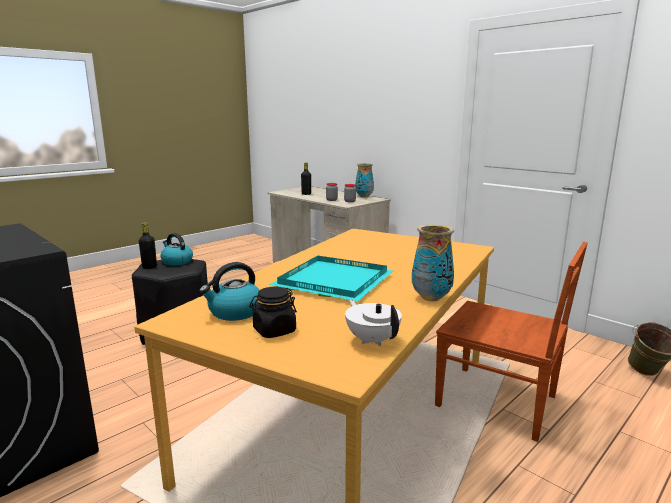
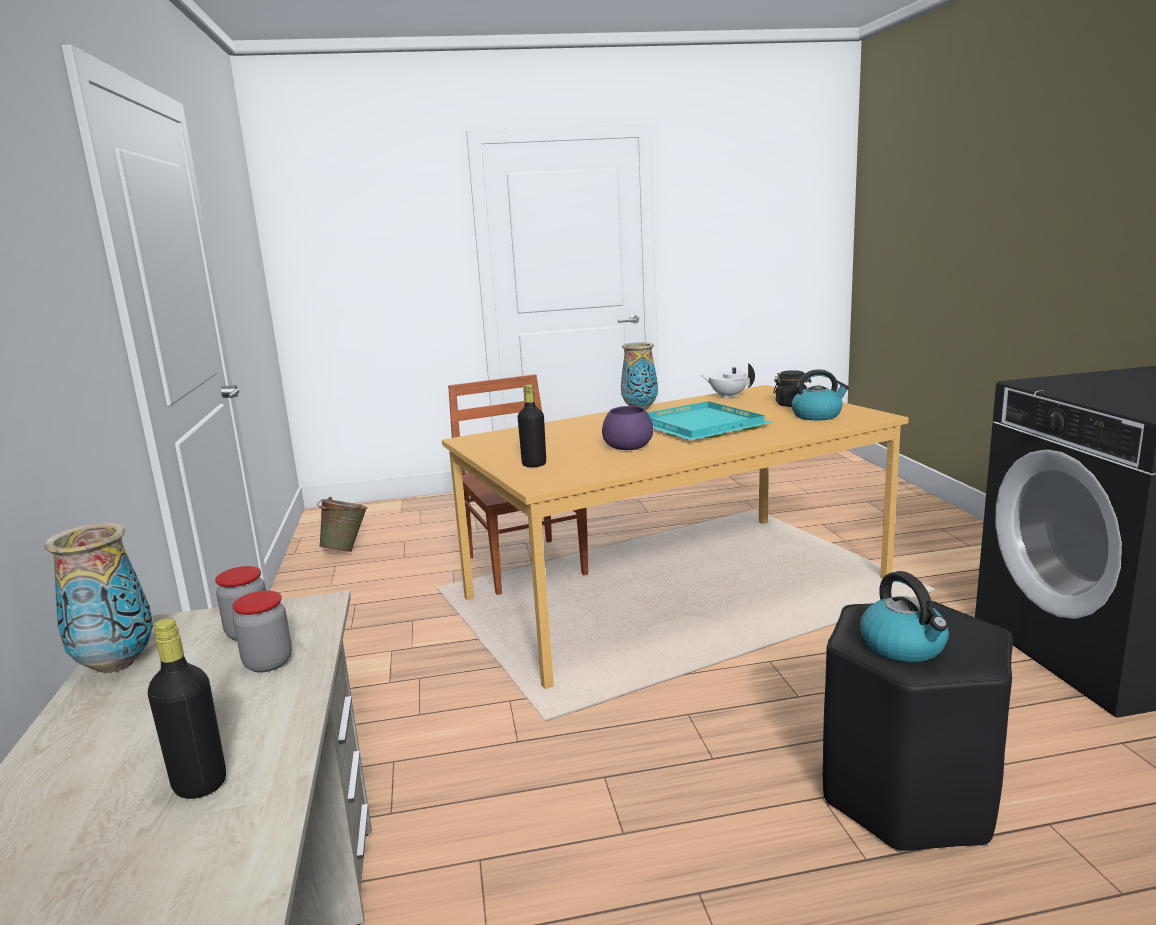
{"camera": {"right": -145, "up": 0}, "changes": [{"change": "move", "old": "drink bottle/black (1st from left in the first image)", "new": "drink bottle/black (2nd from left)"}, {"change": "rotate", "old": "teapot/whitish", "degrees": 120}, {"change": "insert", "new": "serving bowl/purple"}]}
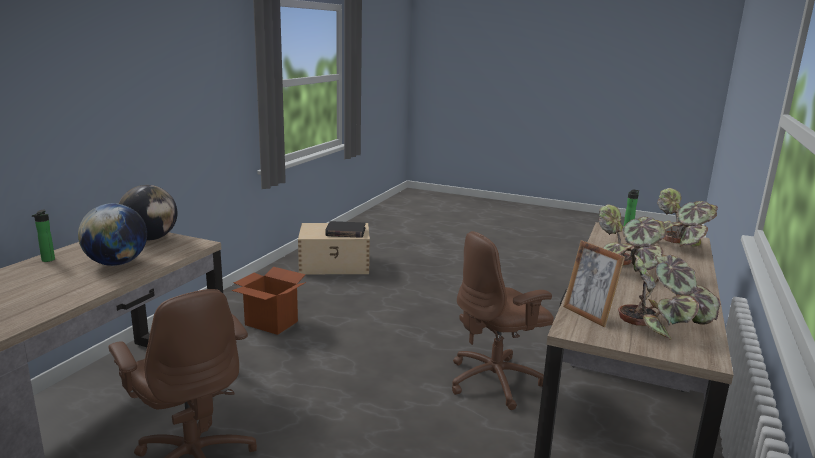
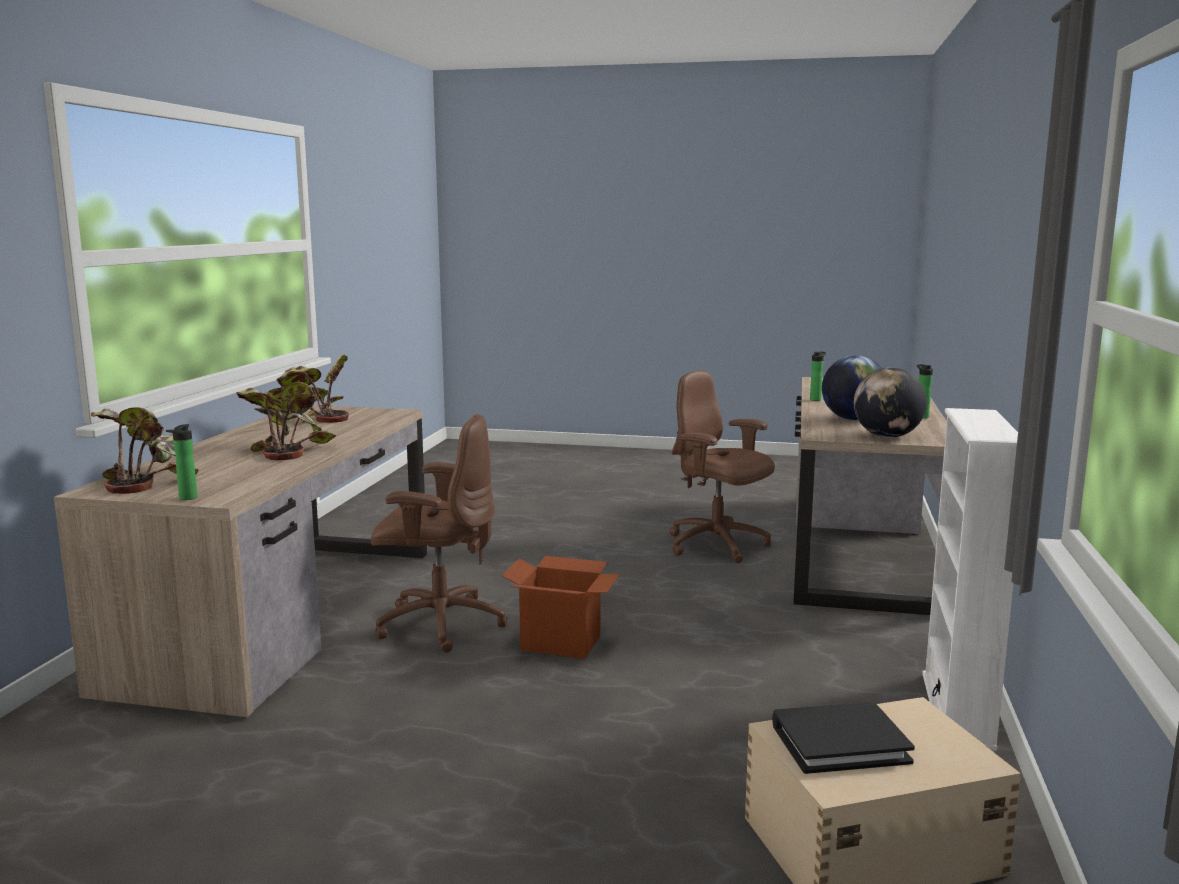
{"camera": {"right": 170, "up": -5}, "changes": [{"change": "move", "old": "packing box"}, {"change": "rotate", "old": "office chair/brownish (2nd from left in the first image)", "degrees": 45}, {"change": "delete", "old": "picture frame"}, {"change": "insert", "new": "drink bottle (2nd from left)"}, {"change": "insert", "new": "bookshelf/whitish"}]}
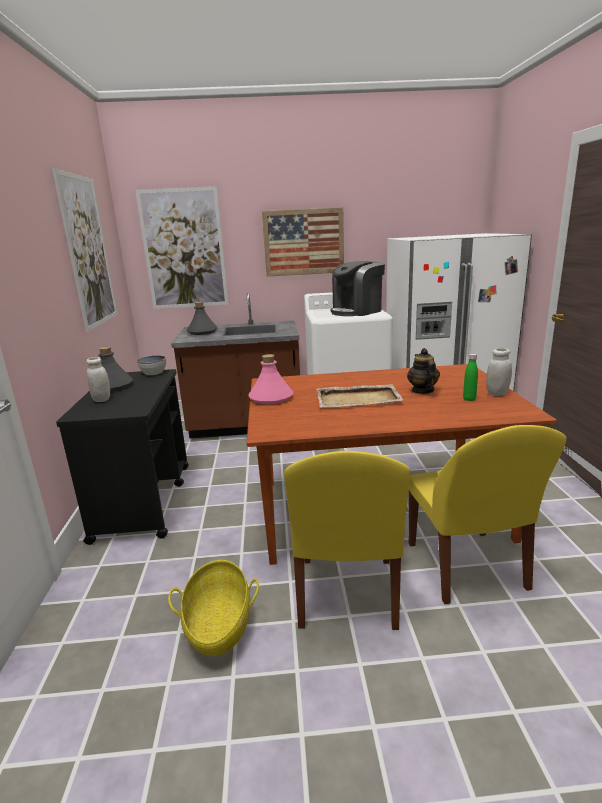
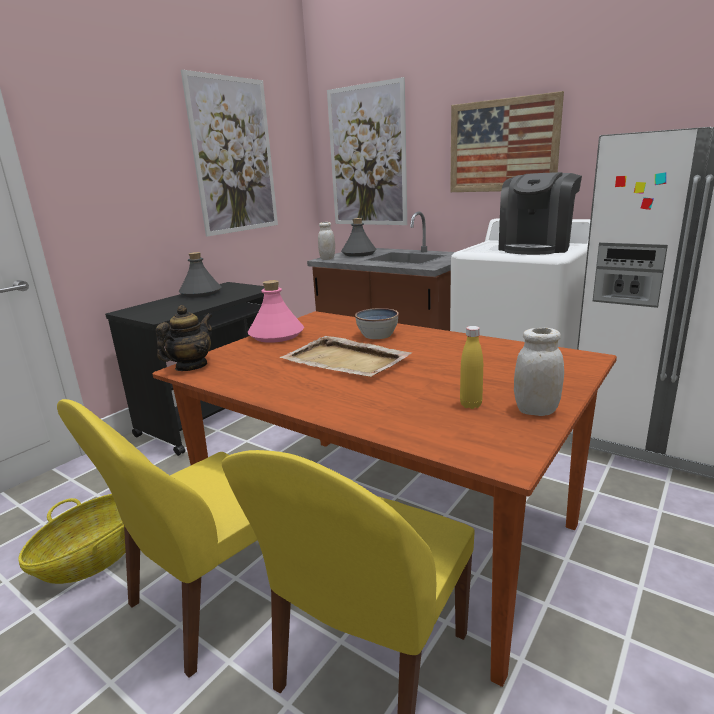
{"camera": {"right": 40, "up": 0}, "changes": [{"change": "move", "old": "preserve jar/whitish (1st from left)"}, {"change": "move", "old": "serving bowl"}, {"change": "rotate", "old": "coffee machine", "degrees": -60}, {"change": "move", "old": "teapot"}, {"change": "recolor", "old": "drink bottle/green-coloured", "new": "drink bottle/yellow"}]}
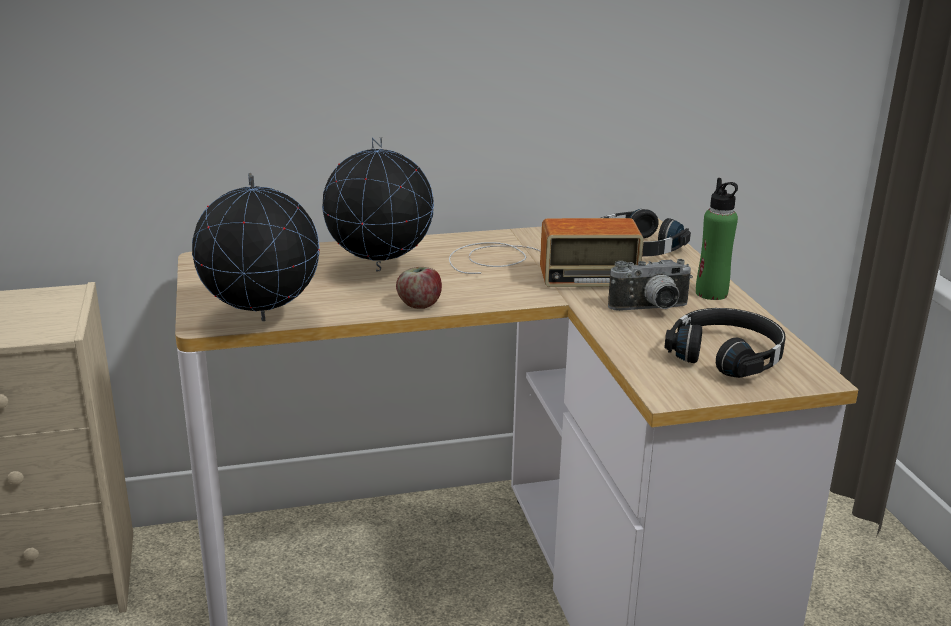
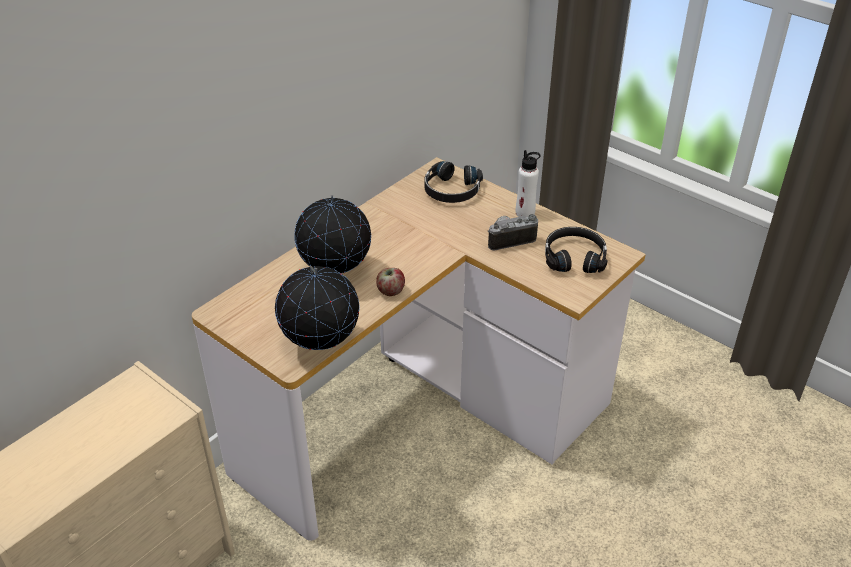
{"camera": {"right": -35, "up": 15}, "changes": [{"change": "delete", "old": "radio set"}, {"change": "rotate", "old": "still camera", "degrees": -150}, {"change": "recolor", "old": "drink bottle/green-coloured", "new": "drink bottle/whitish"}]}
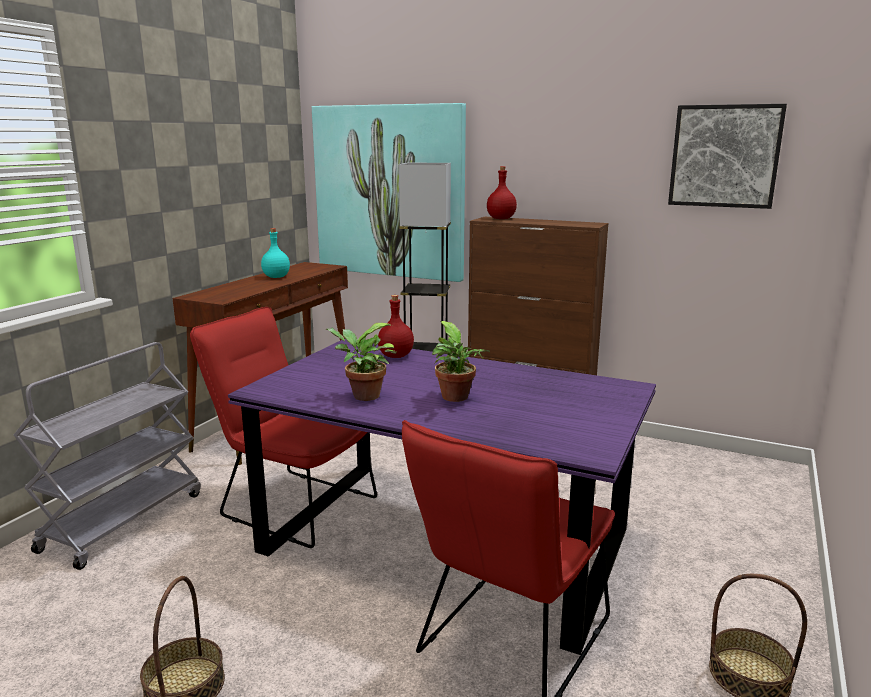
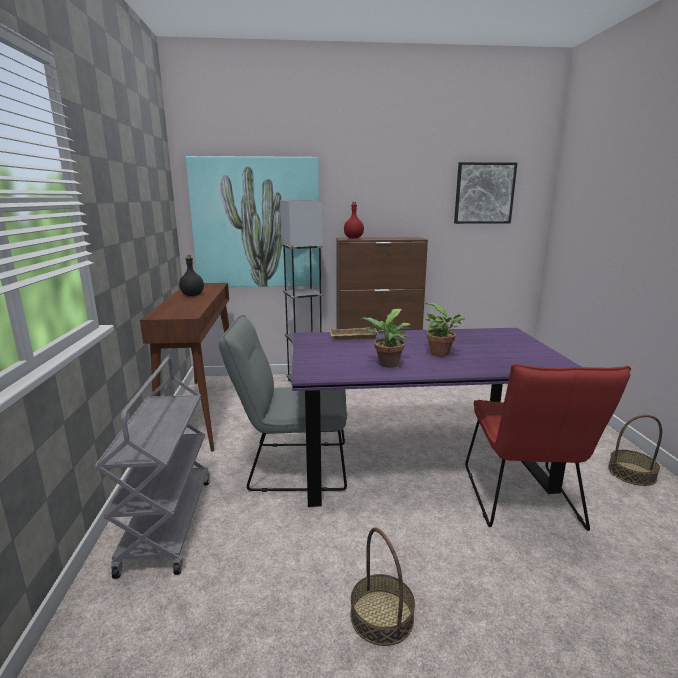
{"camera": {"right": -30, "up": 0}, "changes": [{"change": "recolor", "old": "chair/red-coloured (1st from left)", "new": "chair/gray"}, {"change": "recolor", "old": "drink bottle/turquoise-coloured", "new": "drink bottle/black"}, {"change": "replace", "old": "drink bottle/red-coloured (1st from left)", "new": "carrying tray/beige-coloured"}]}
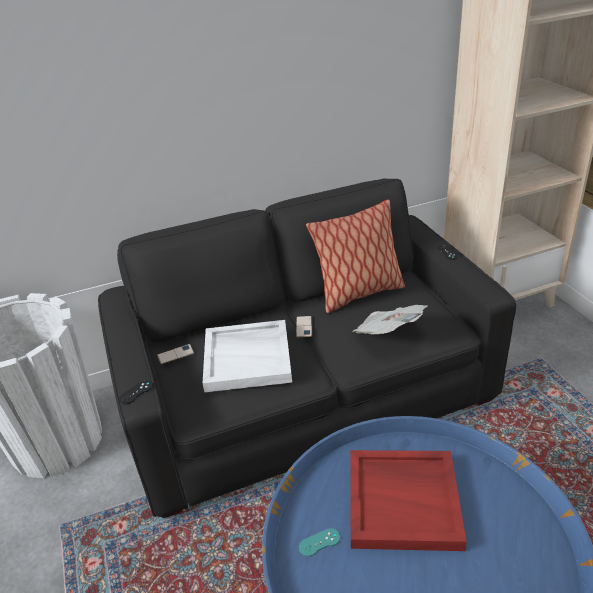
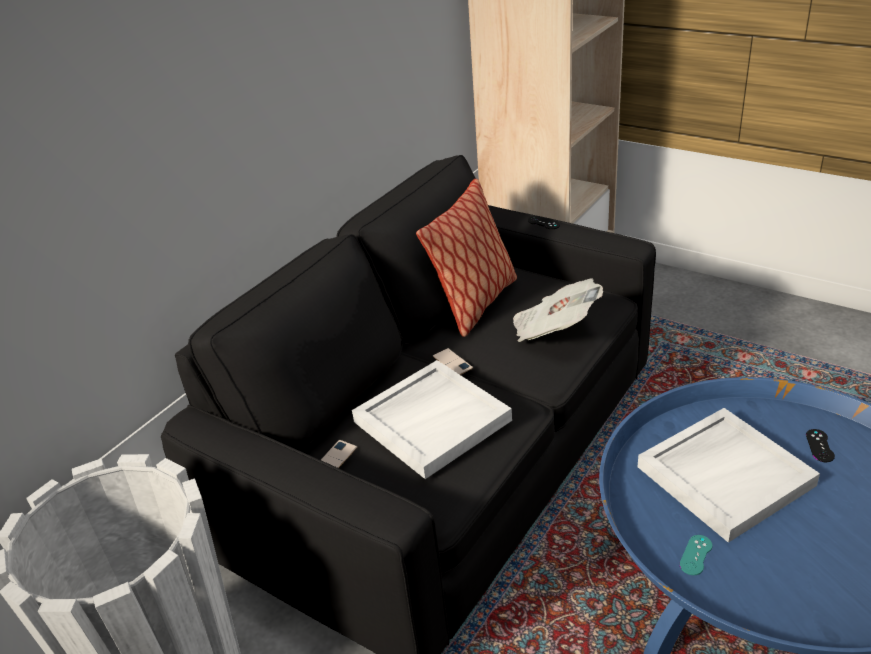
{"camera": {"right": -35, "up": 0}, "changes": [{"change": "move", "old": "game controller/black (1st from left in the first image)", "new": "game controller/black (2nd from left)"}, {"change": "recolor", "old": "carrying tray/red-coloured", "new": "carrying tray/whitish (2nd from left)"}]}
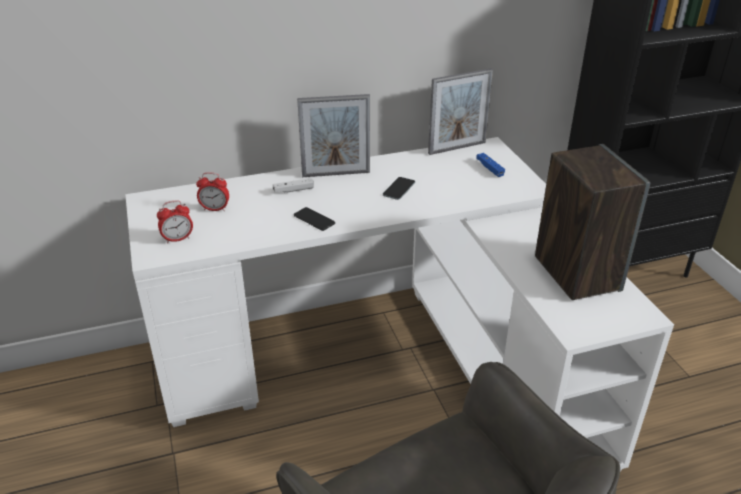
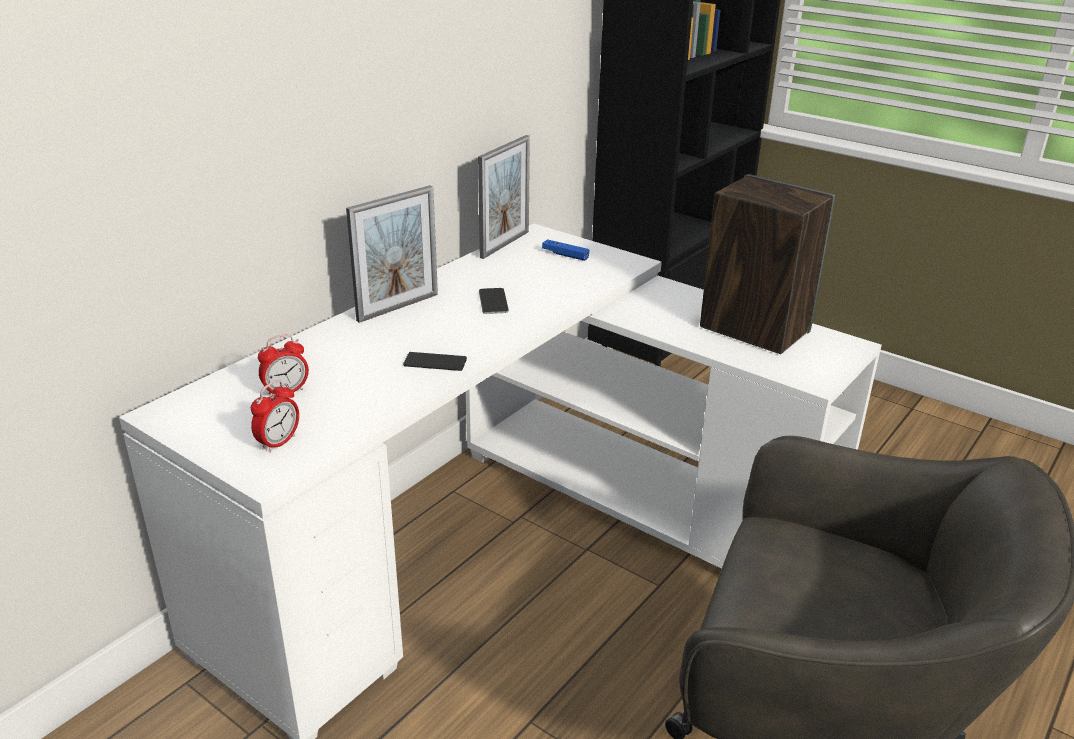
{"camera": {"right": -35, "up": -5}, "changes": [{"change": "delete", "old": "game controller/whitish"}]}
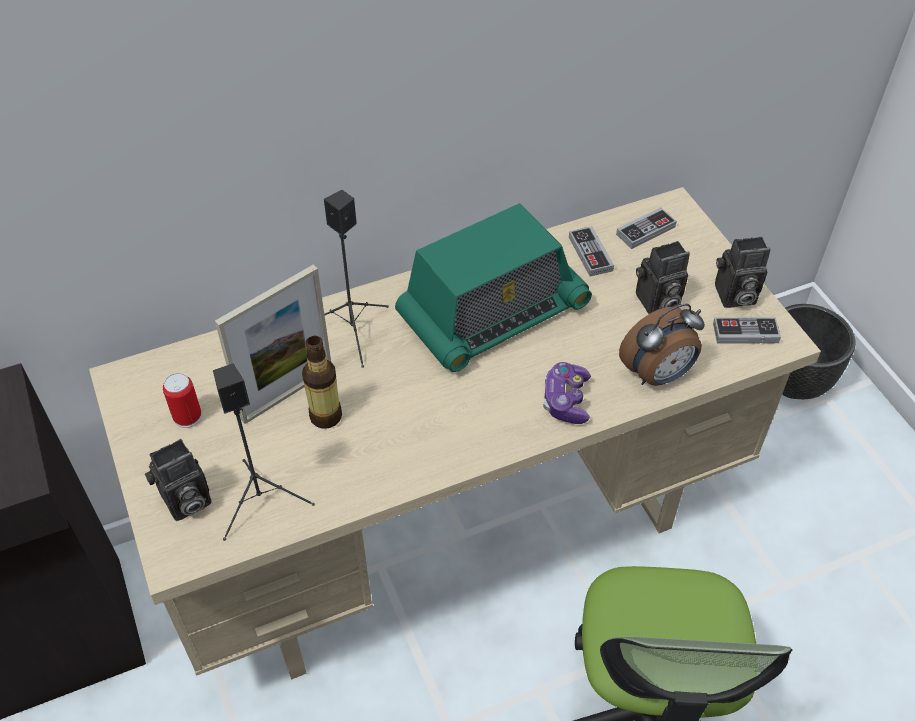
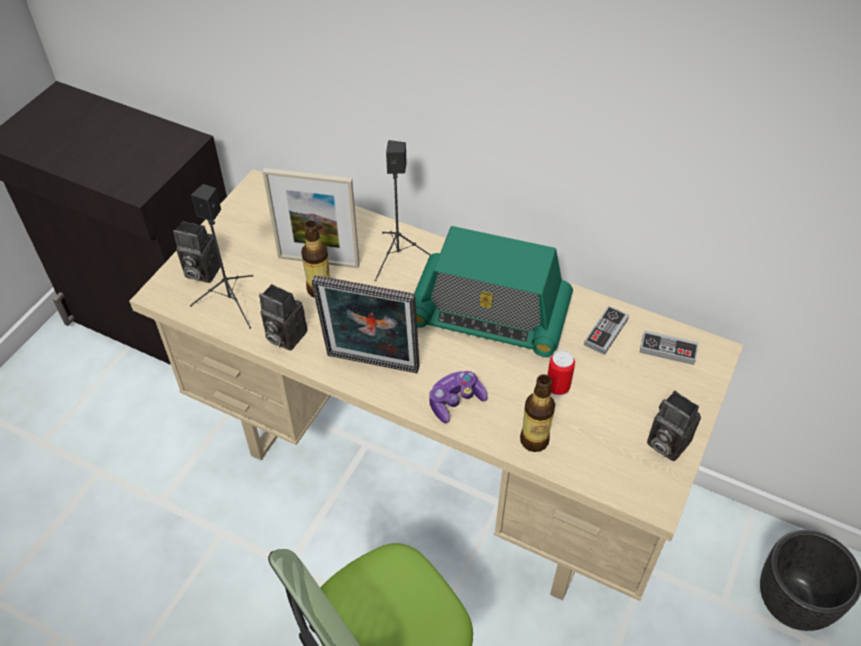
{"camera": {"right": 50, "up": 0}, "changes": [{"change": "move", "old": "metal can"}, {"change": "replace", "old": "bedside clock", "new": "drink bottle (2nd from left)"}, {"change": "move", "old": "still camera (2nd from left)"}, {"change": "delete", "old": "game controller (4th from left)"}, {"change": "insert", "new": "picture frame (2nd from left)"}]}
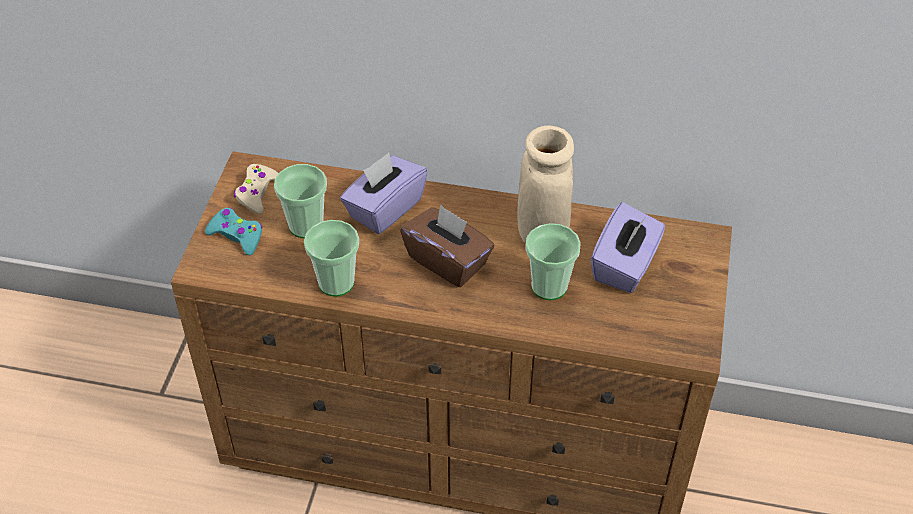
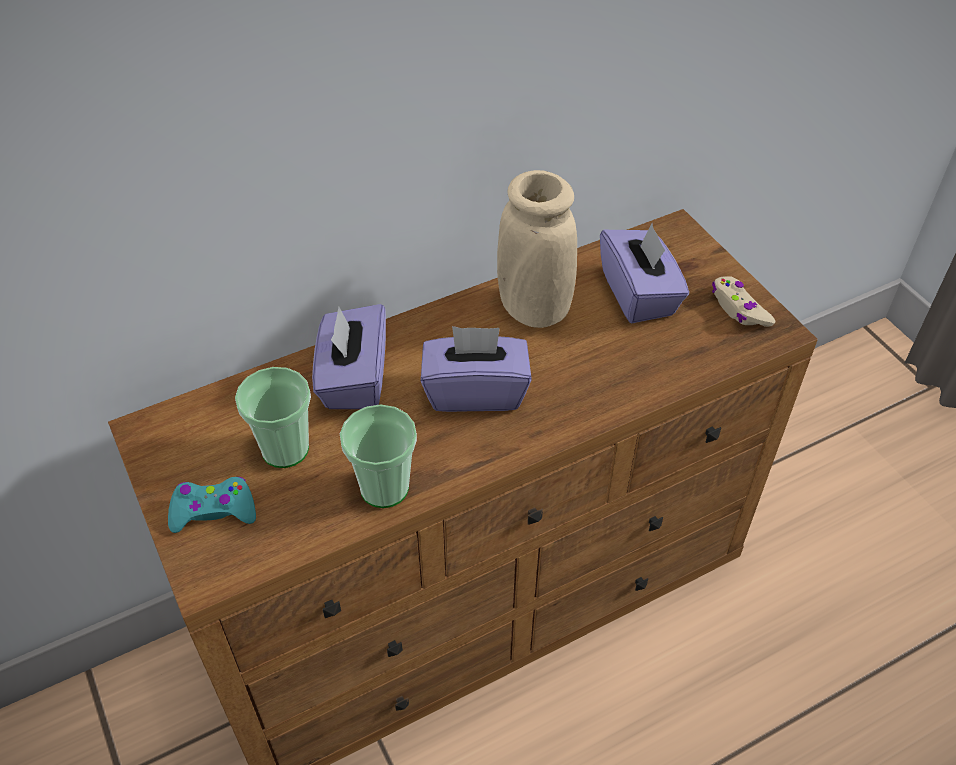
{"camera": {"right": -40, "up": 0}, "changes": [{"change": "move", "old": "game controller/beige-coloured"}, {"change": "recolor", "old": "tissue holder/brownish", "new": "tissue holder/purple (2nd from left)"}, {"change": "delete", "old": "drinking cup (3rd from left)"}]}
